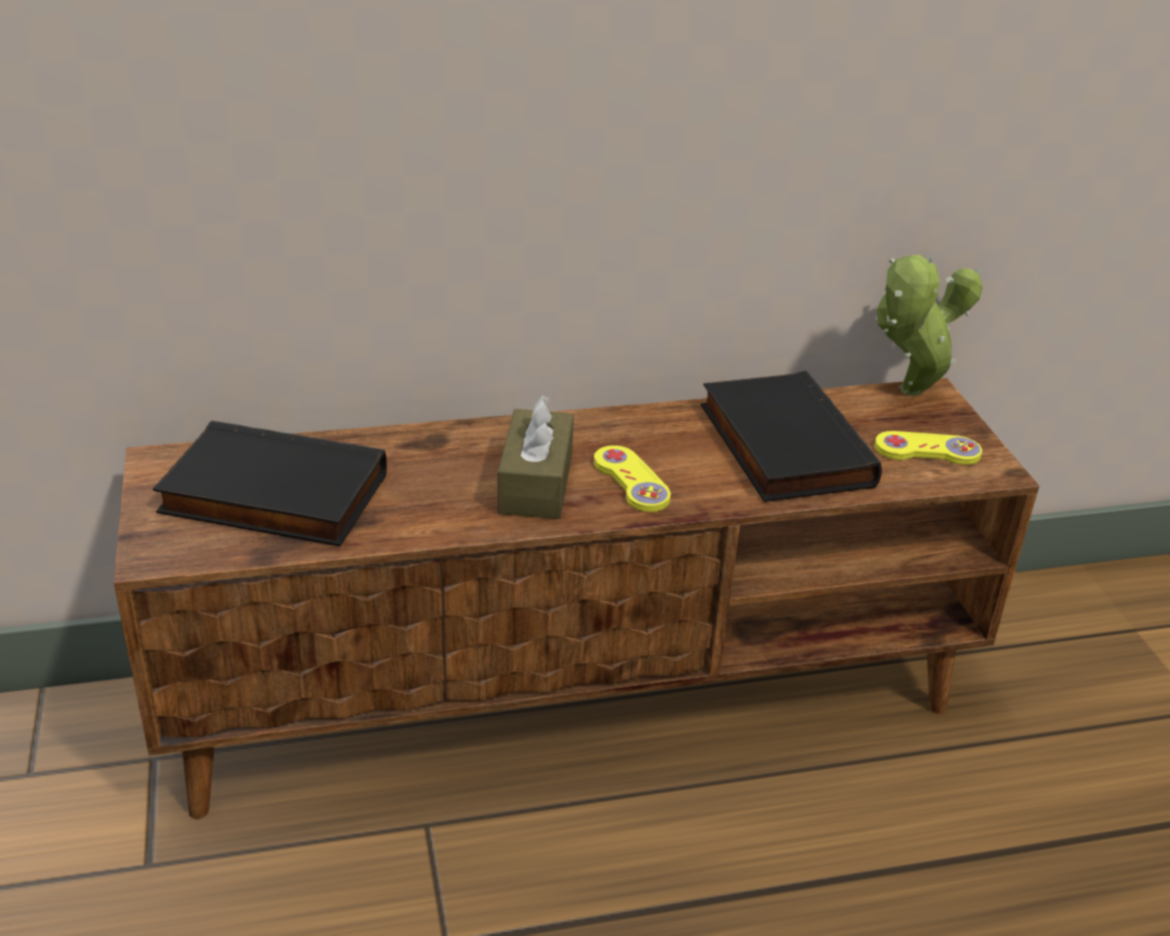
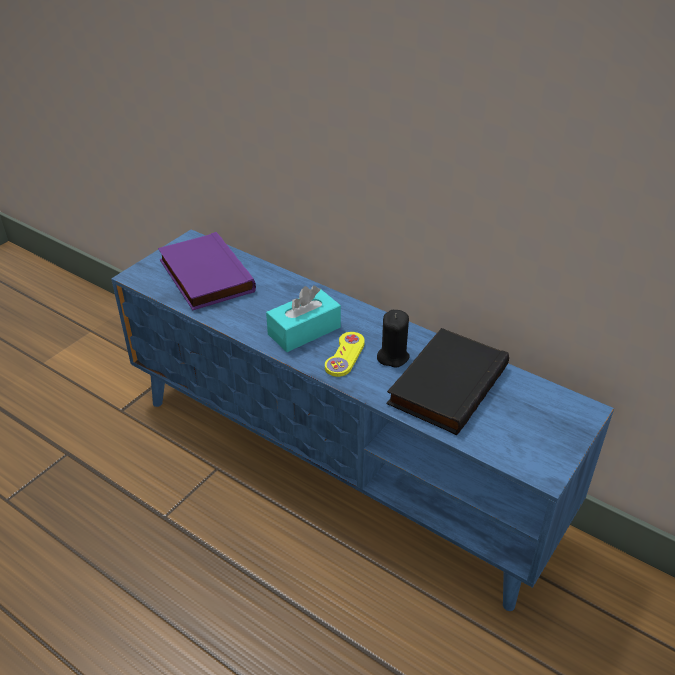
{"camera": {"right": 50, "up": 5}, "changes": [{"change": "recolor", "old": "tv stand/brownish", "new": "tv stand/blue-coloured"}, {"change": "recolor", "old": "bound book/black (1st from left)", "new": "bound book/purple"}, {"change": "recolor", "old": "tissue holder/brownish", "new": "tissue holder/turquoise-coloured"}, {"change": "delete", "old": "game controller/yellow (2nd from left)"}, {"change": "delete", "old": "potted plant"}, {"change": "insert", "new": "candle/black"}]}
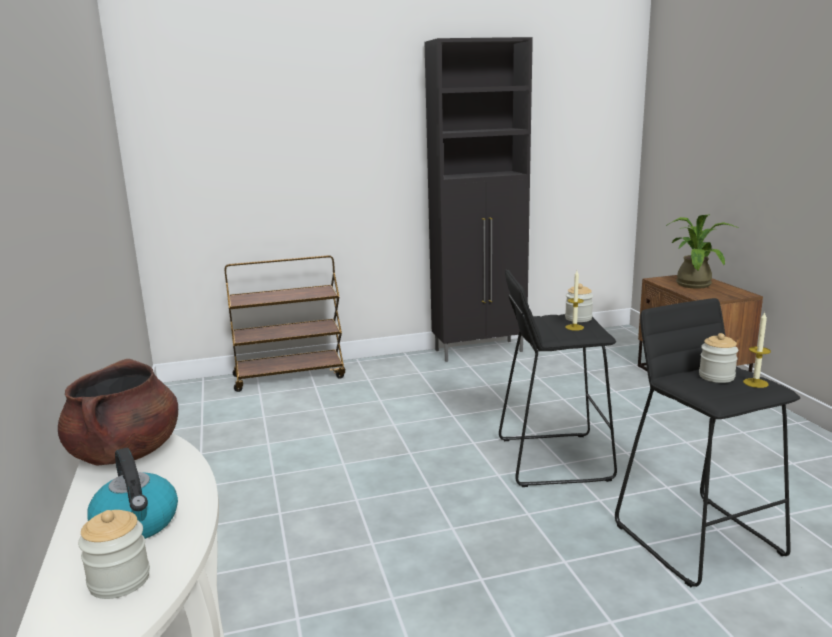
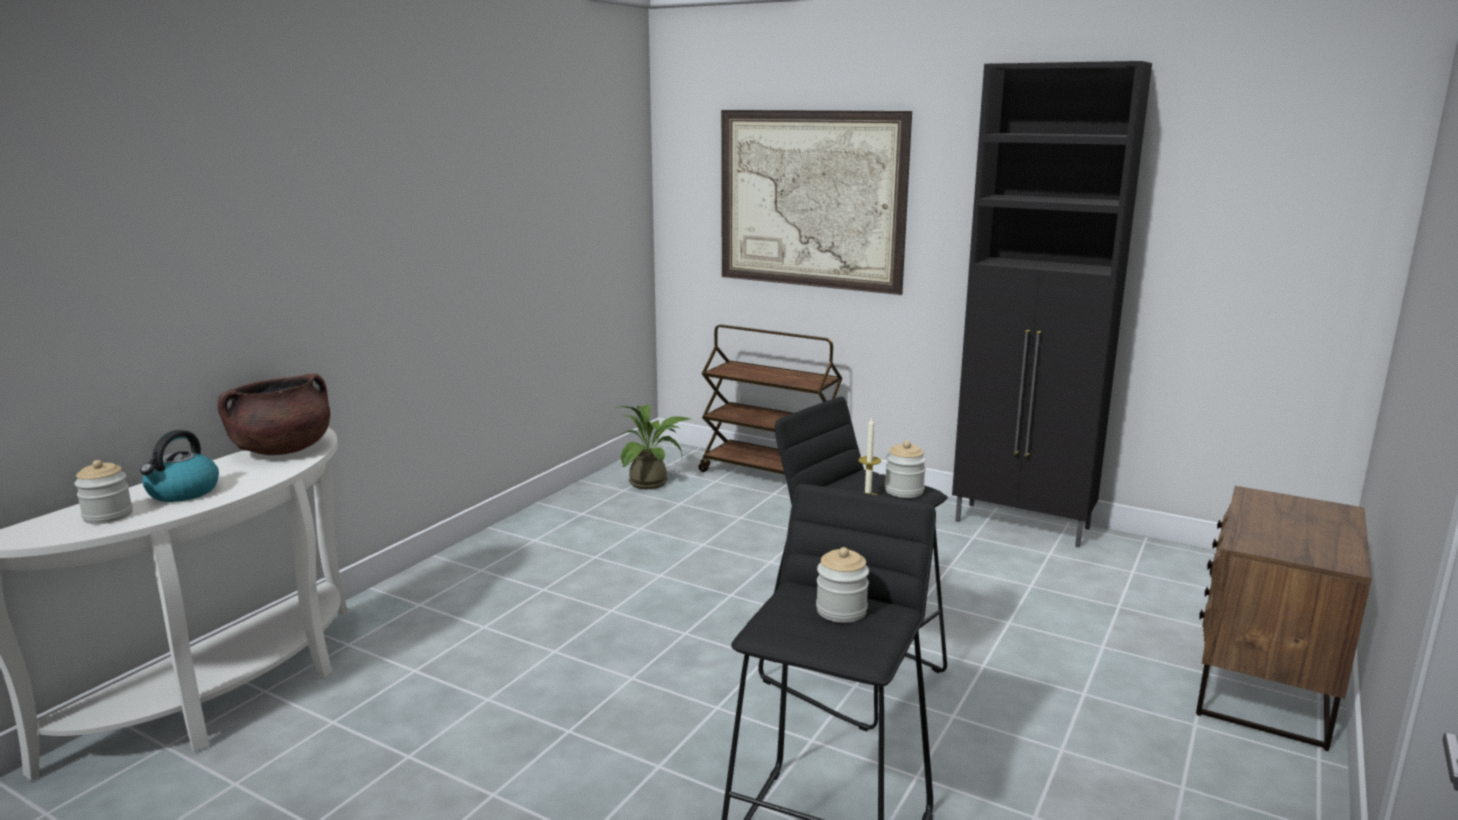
{"camera": {"right": 45, "up": 0}, "changes": [{"change": "move", "old": "potted plant"}, {"change": "delete", "old": "candle (2nd from left)"}, {"change": "insert", "new": "wall picture"}]}
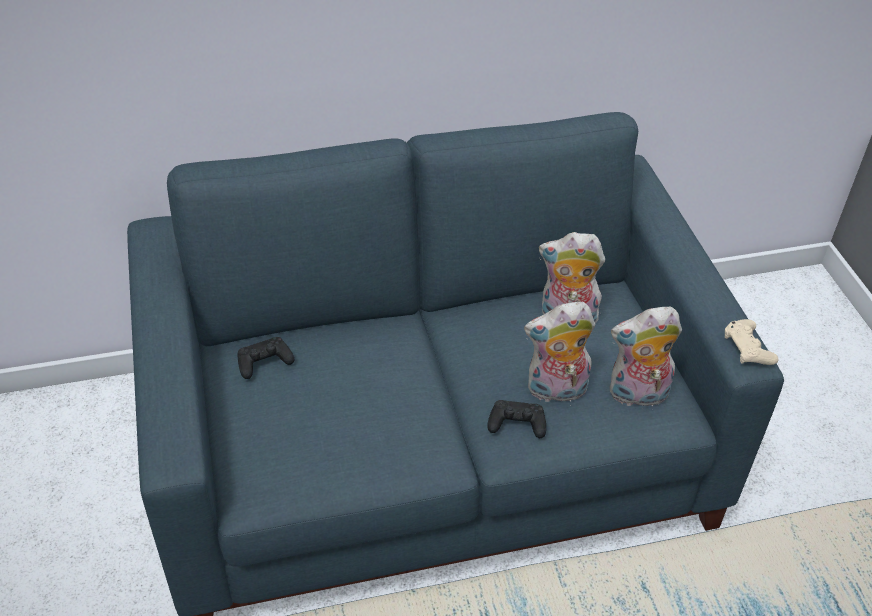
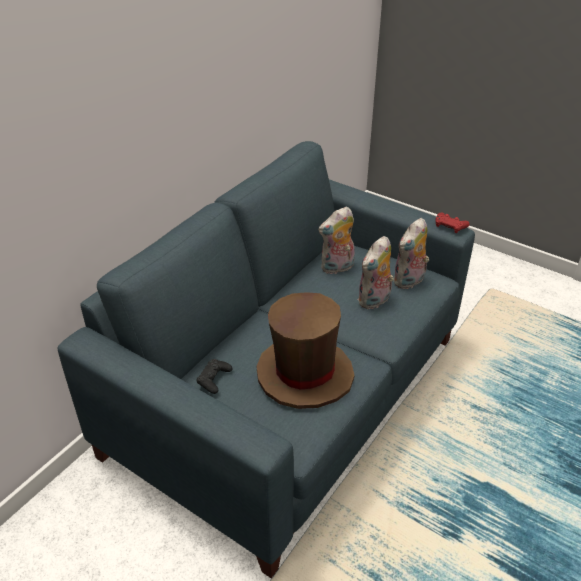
{"camera": {"right": -40, "up": -5}, "changes": [{"change": "delete", "old": "game controller/black (2nd from left)"}, {"change": "recolor", "old": "game controller/beige-coloured", "new": "game controller/red-coloured"}, {"change": "insert", "new": "clothing hat/brownish"}]}
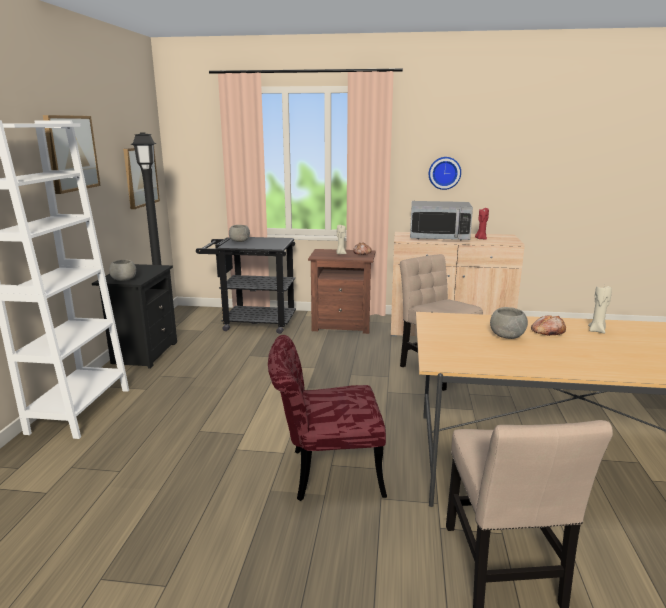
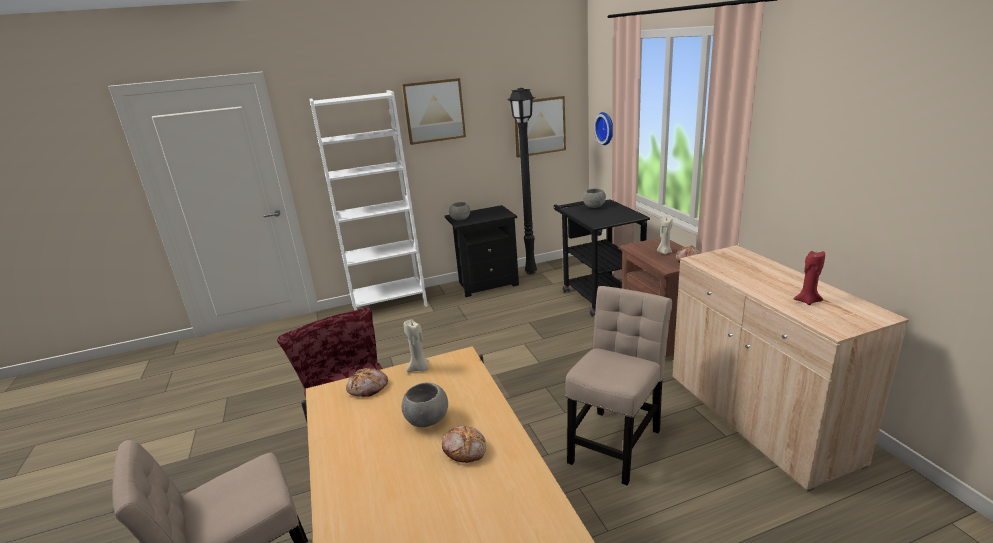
{"camera": {"right": 65, "up": 5}, "changes": [{"change": "delete", "old": "kitchen microwave"}, {"change": "move", "old": "wall clock"}, {"change": "move", "old": "candle/beige-coloured (2nd from left in the first image)", "new": "candle/beige-coloured (1st from left)"}, {"change": "insert", "new": "bakery bread (1st from left)"}]}
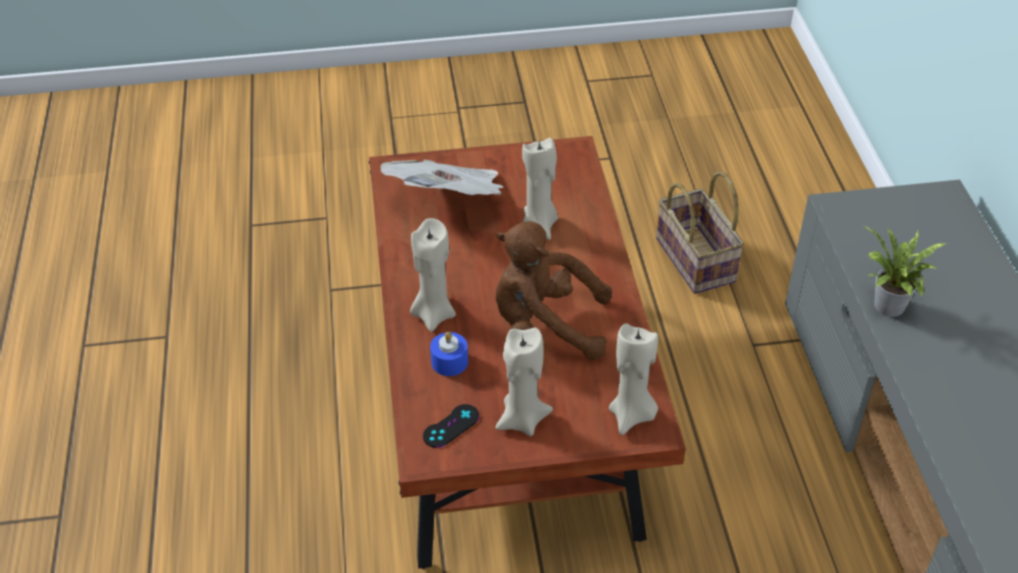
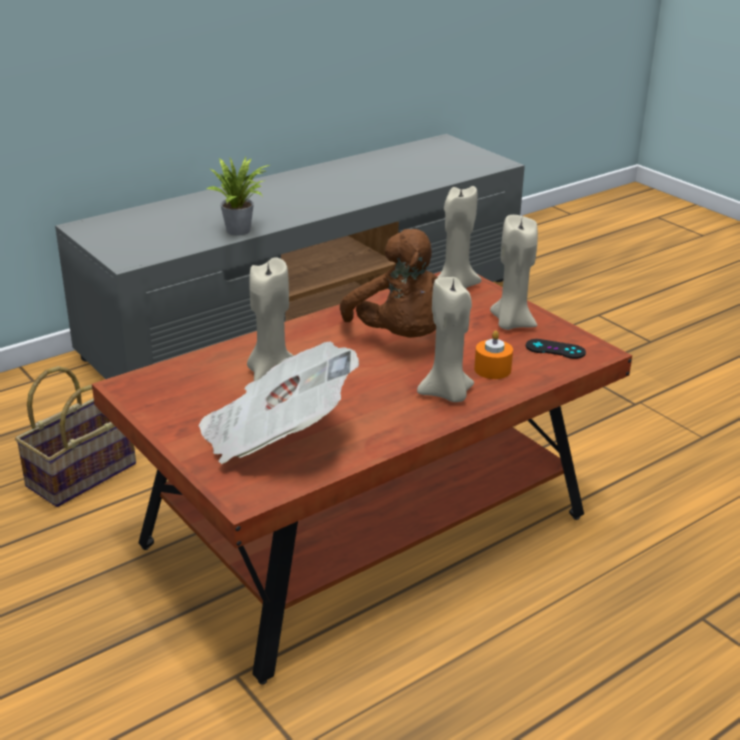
{"camera": {"right": -120, "up": -15}, "changes": [{"change": "recolor", "old": "candle/blue-coloured", "new": "candle/orange-coloured"}]}
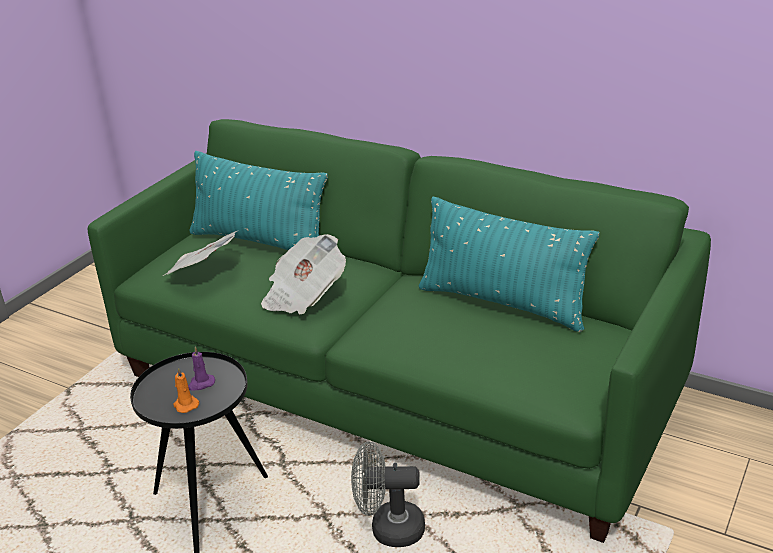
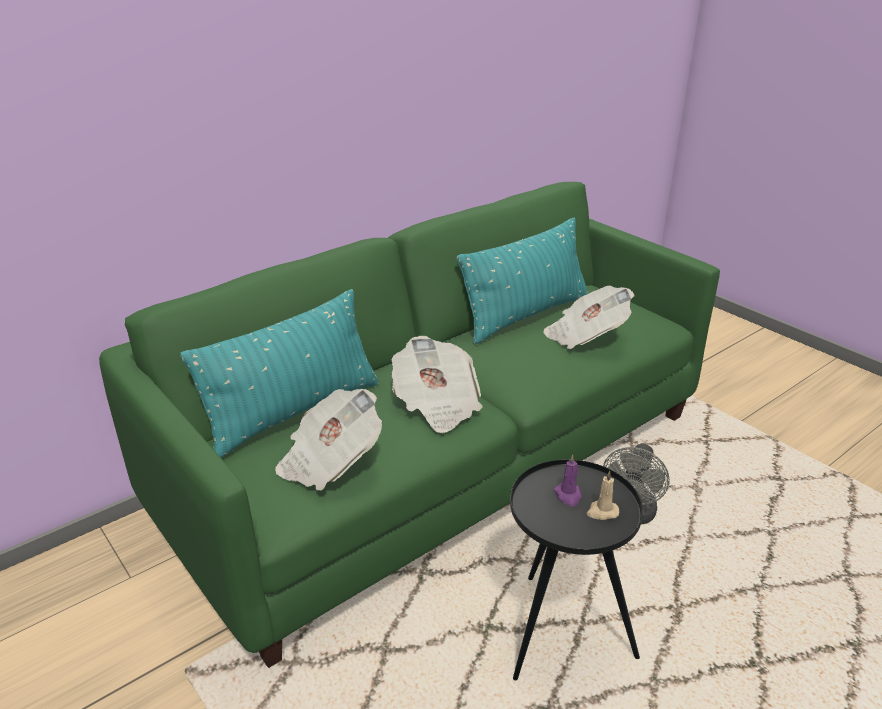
{"camera": {"right": -70, "up": 0}, "changes": [{"change": "recolor", "old": "candle/orange-coloured", "new": "candle/beige-coloured"}, {"change": "insert", "new": "newspaper (3rd from left)"}]}
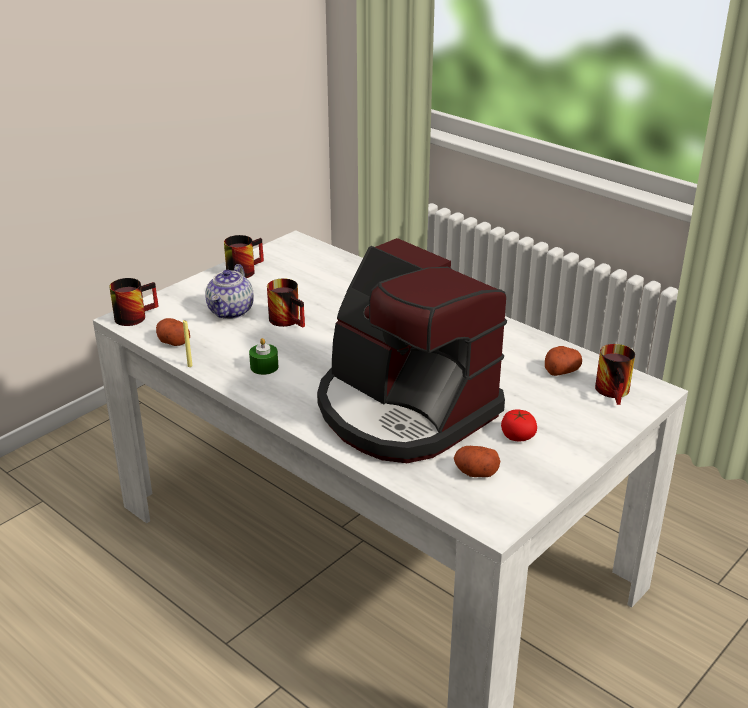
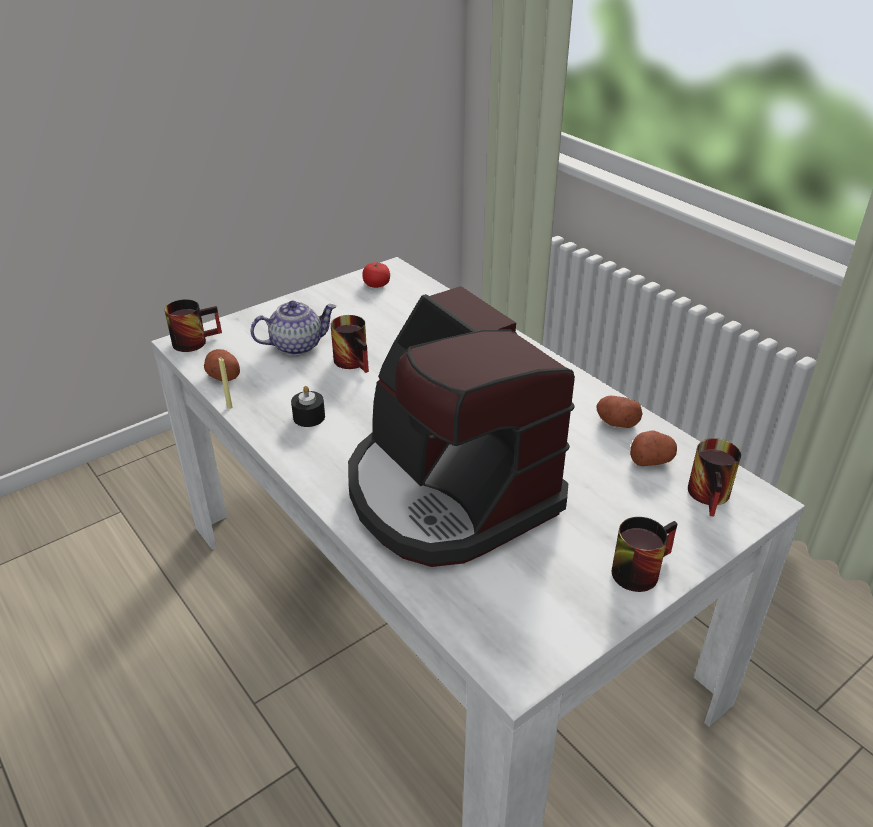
{"camera": {"right": 10, "up": 5}, "changes": [{"change": "rotate", "old": "teapot", "degrees": -135}, {"change": "move", "old": "coffee mug (2nd from left in the first image)", "new": "coffee mug (3rd from left)"}, {"change": "recolor", "old": "candle/green-coloured", "new": "candle/black"}, {"change": "move", "old": "potato (2nd from left)"}, {"change": "move", "old": "fresh tomato"}]}
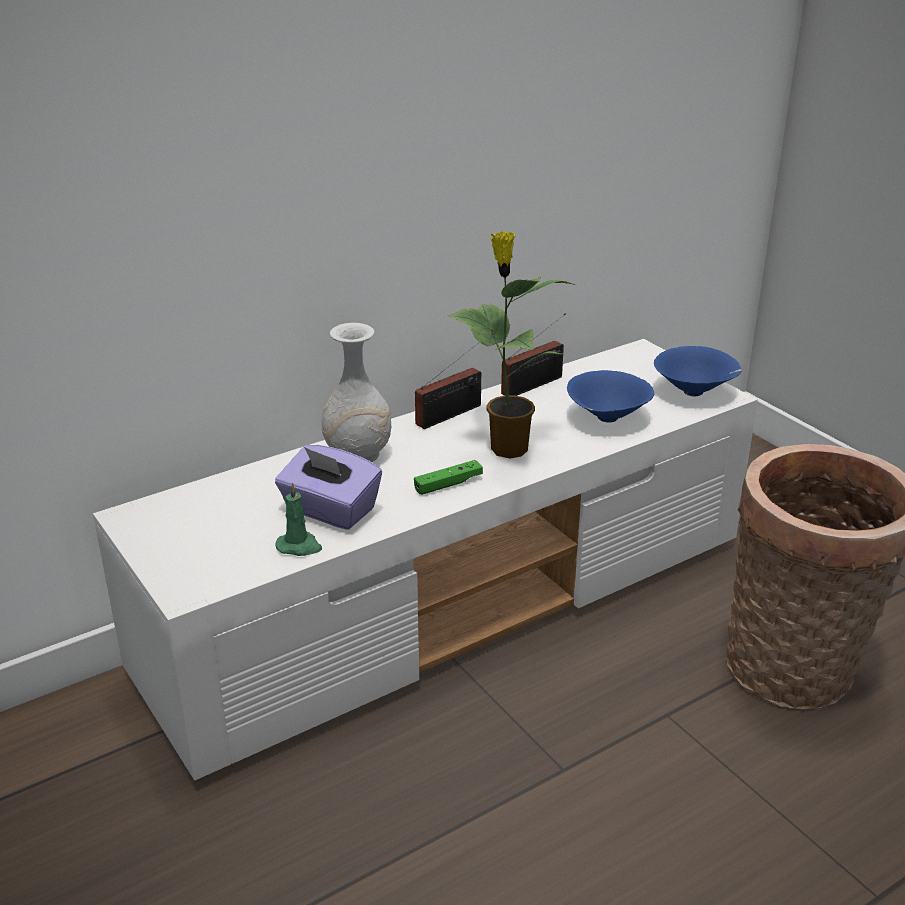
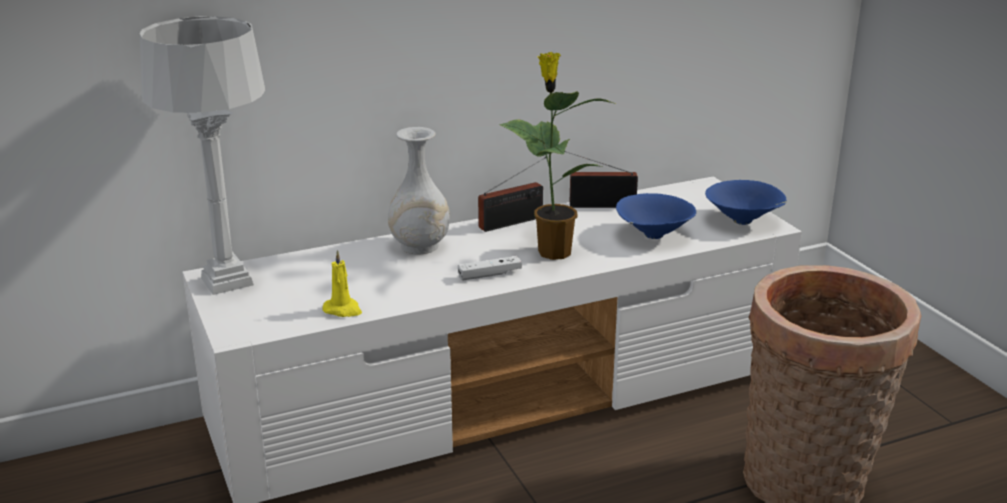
{"camera": {"right": 10, "up": -5}, "changes": [{"change": "delete", "old": "tissue holder/purple"}, {"change": "recolor", "old": "candle/green-coloured", "new": "candle/yellow"}, {"change": "recolor", "old": "game controller/green-coloured", "new": "game controller/whitish"}, {"change": "rotate", "old": "radio set (2nd from left)", "degrees": -150}, {"change": "insert", "new": "lamp for a table/gray"}]}
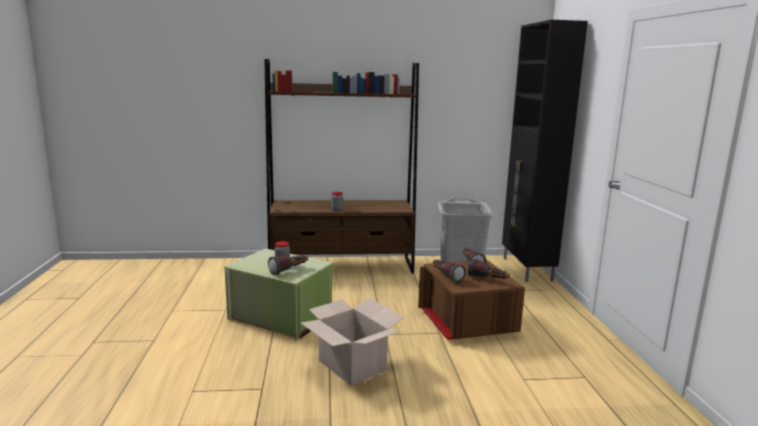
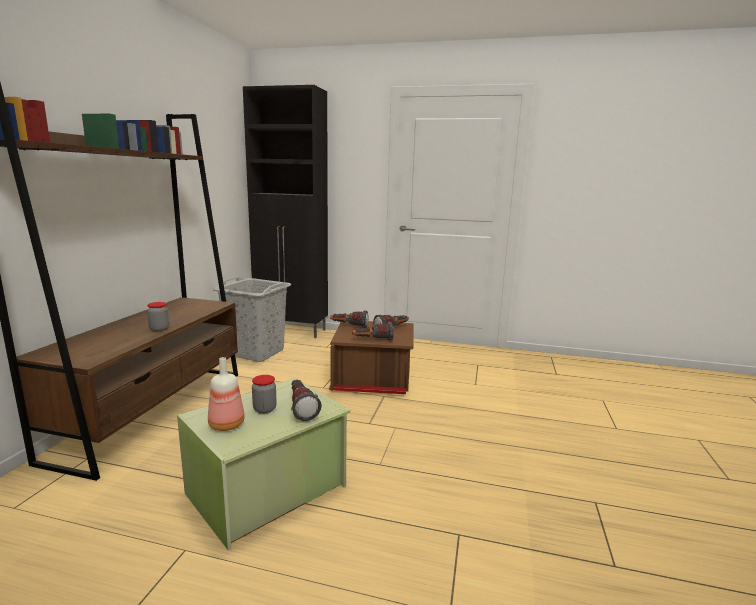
{"camera": {"right": -70, "up": 0}, "changes": [{"change": "delete", "old": "packing box"}, {"change": "insert", "new": "drink bottle"}]}
